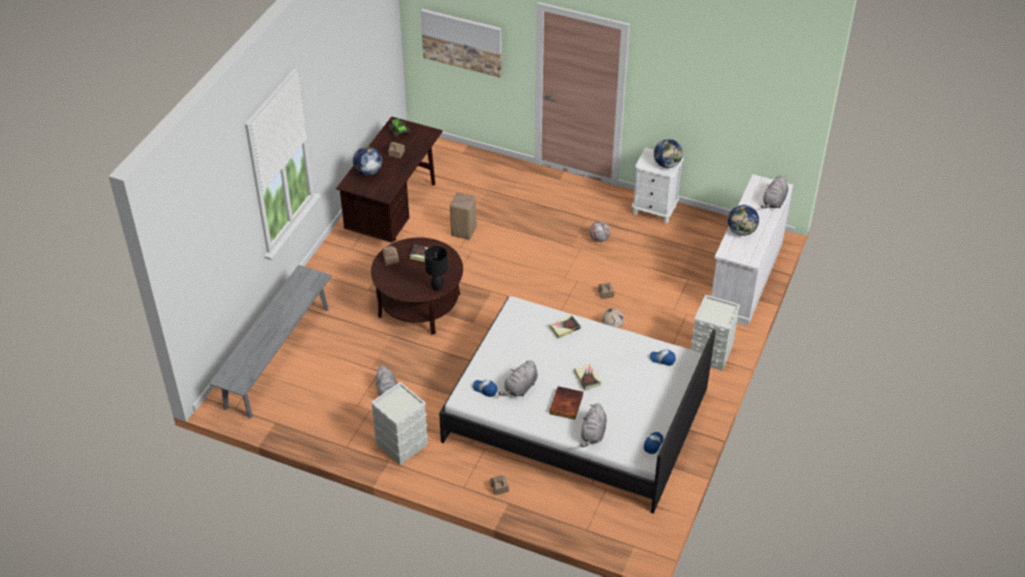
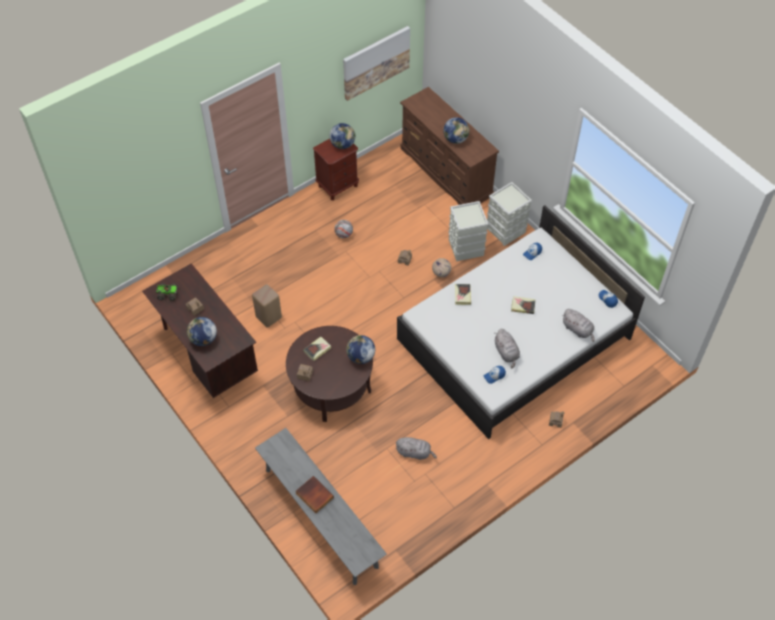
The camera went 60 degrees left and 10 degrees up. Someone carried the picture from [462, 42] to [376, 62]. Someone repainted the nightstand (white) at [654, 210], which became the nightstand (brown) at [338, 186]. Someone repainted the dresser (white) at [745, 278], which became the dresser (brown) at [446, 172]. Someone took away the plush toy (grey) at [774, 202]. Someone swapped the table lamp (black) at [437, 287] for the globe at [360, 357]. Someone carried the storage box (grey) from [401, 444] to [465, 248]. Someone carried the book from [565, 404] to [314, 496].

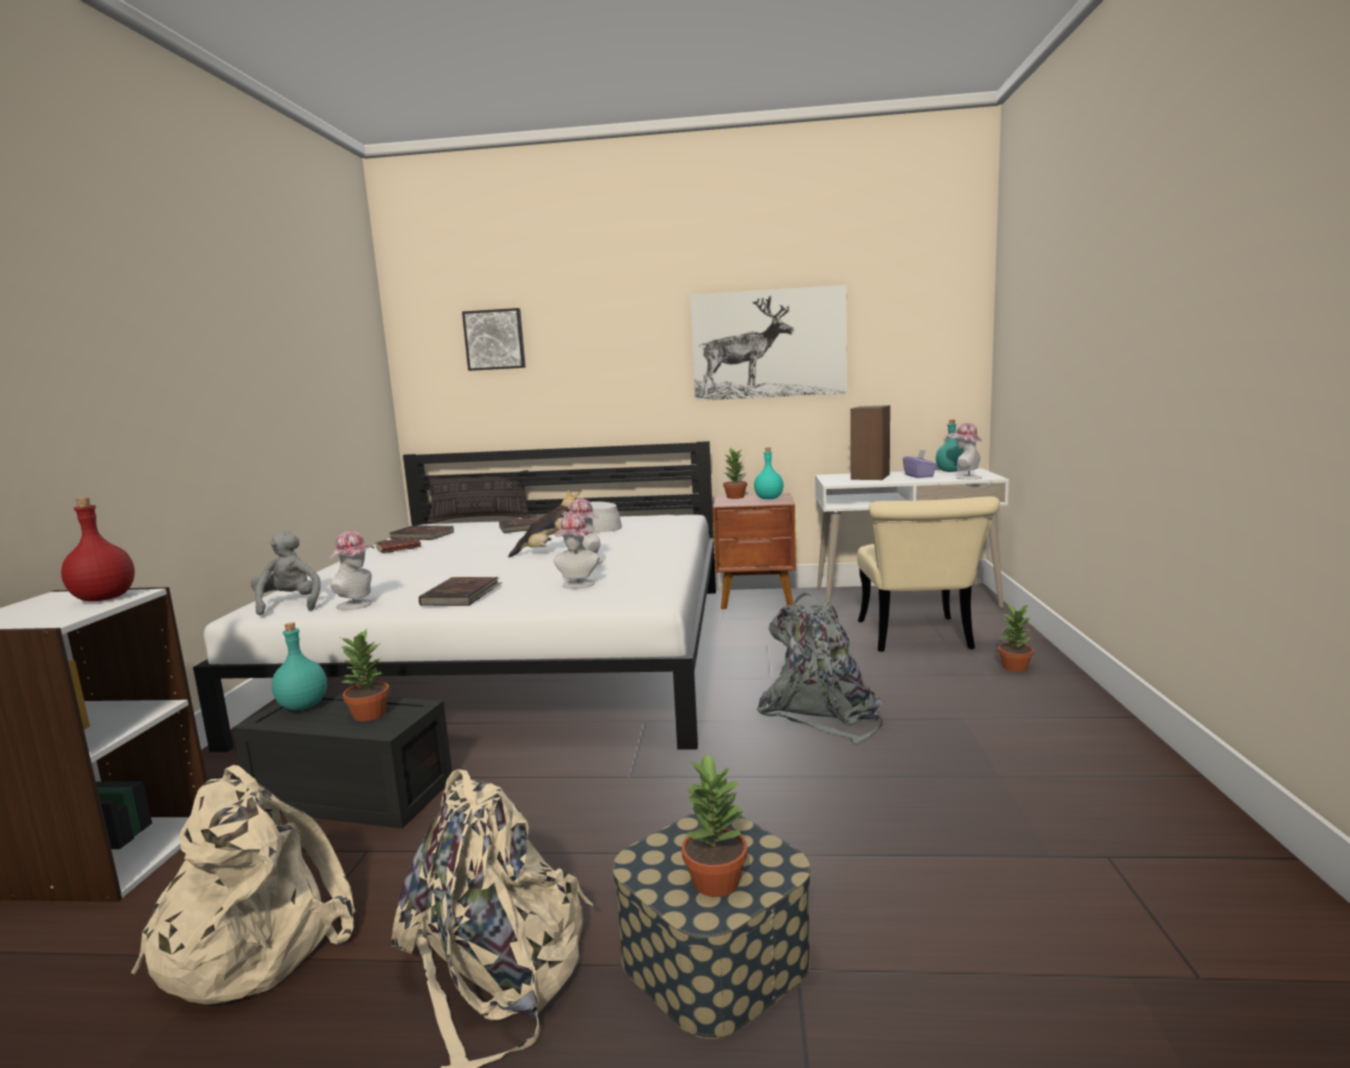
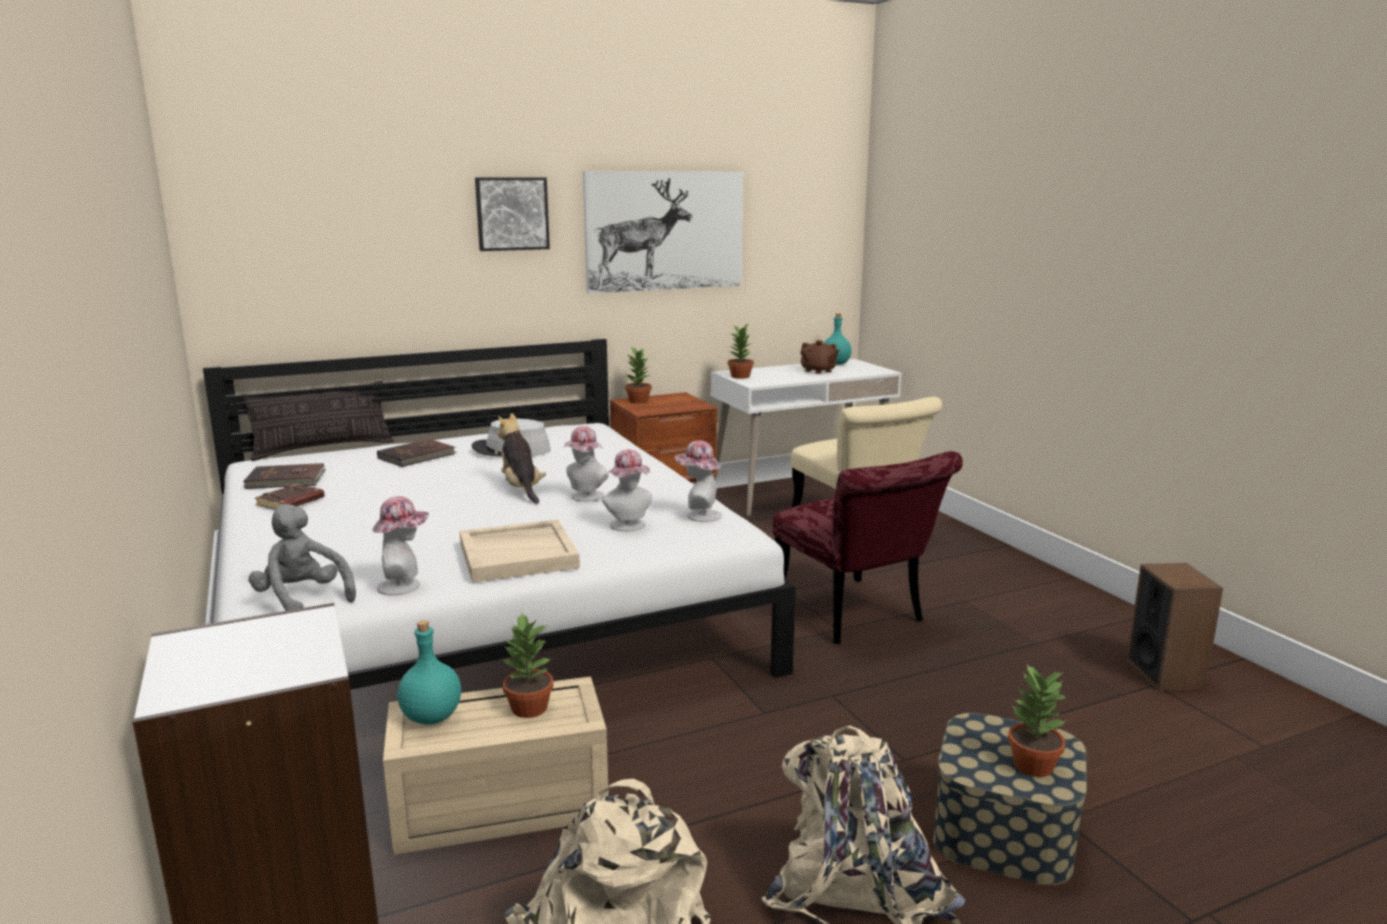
The camera went 30 degrees left and 5 degrees up. Someone carried the picture from [495, 339] to [512, 213]. Someone carried the speaker from [870, 477] to [1165, 673]. Someone carried the hat from [965, 477] to [699, 515]. Someone took away the bottle (turquoise) at [769, 498]. Someone swapped the tissue box (purple) at [919, 476] for the teapot (brown) at [818, 371]. Someone rotated the plush toy at [551, 553] by 75 degrees counterclockwise. Someone took away the bottle (red) at [103, 599]. Someone swapped the book (brown) at [462, 595] for the tray (beige) at [519, 555]. Someone swapped the backpack (grey) at [822, 712] for the chair (red) at [856, 617]. Someone carried the potted plant from [1015, 667] to [740, 376]. Someone repainted the storage box (black) at [348, 795], which became the storage box (beige) at [498, 806].

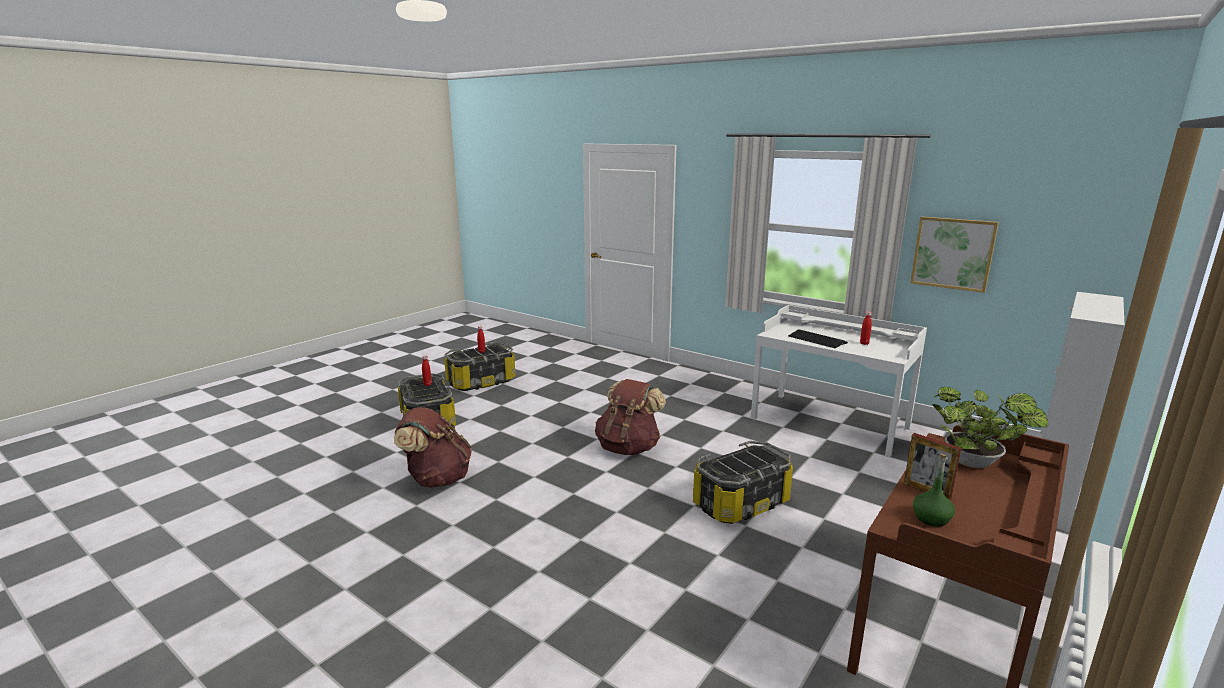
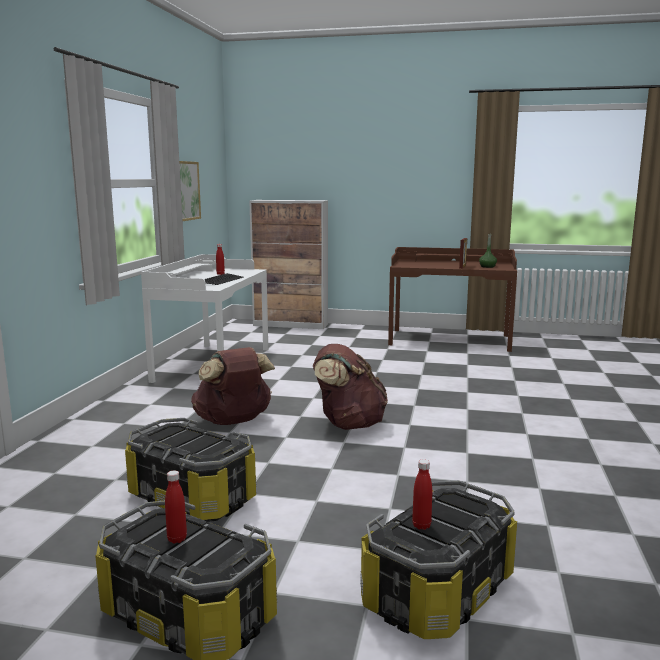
The camera went 115 degrees left and 5 degrees down. Someone took away the potted plant at [976, 463]. Someone carried the backpack (brown) from [436, 479] to [234, 422]. Someone carried the storage box from [740, 503] to [191, 498].

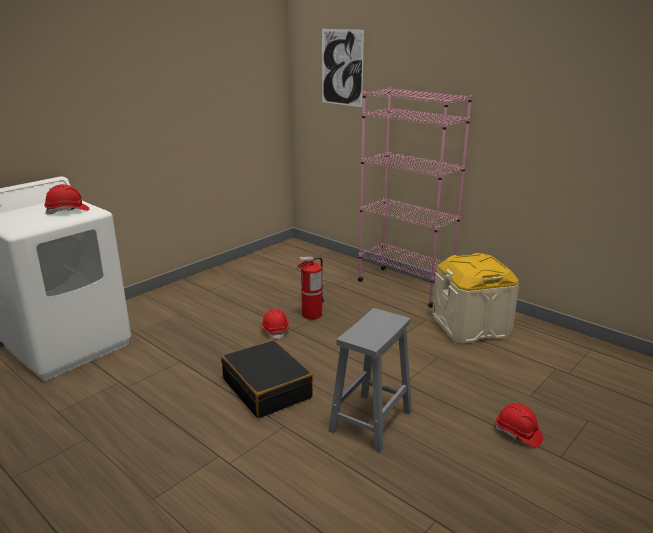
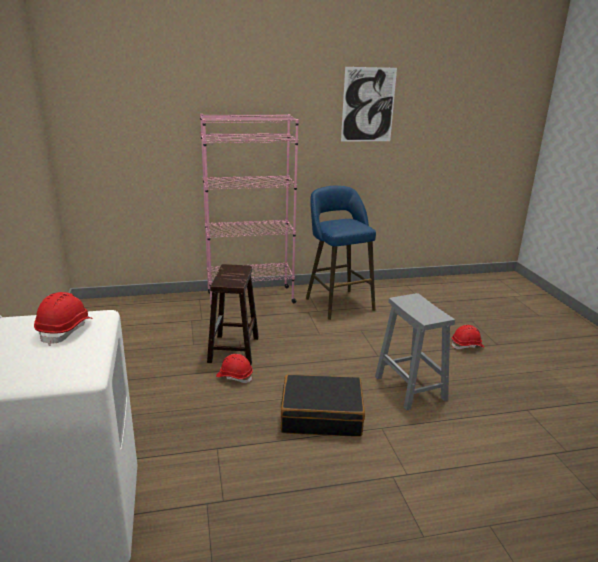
The camera went 55 degrees left and 0 degrees up. Someone carried the picture from [342, 67] to [368, 105]. Someone swapped the storage box (beige) at [471, 326] for the stool (blue) at [337, 302]. Someone swapped the fire extinguisher at [311, 315] for the stool (brown) at [234, 350].

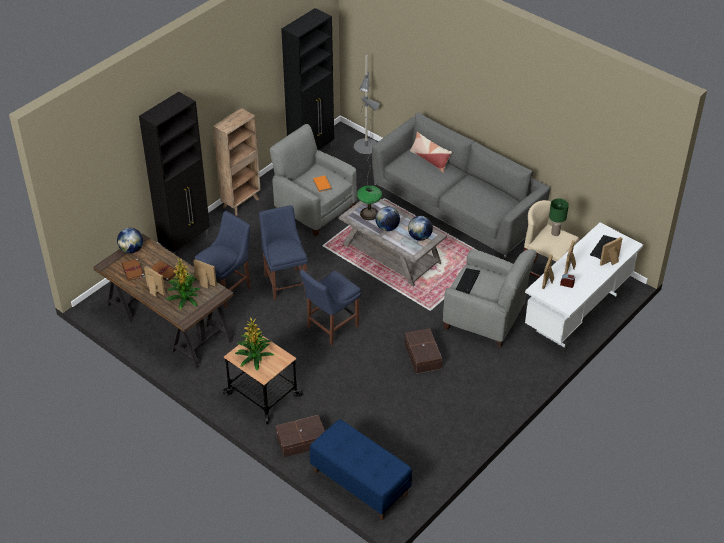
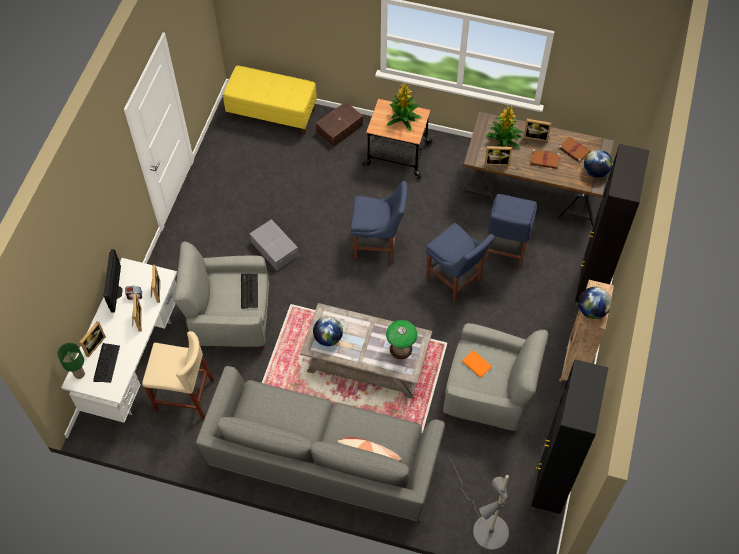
The camera went 155 degrees right and 15 degrees up. Someone carried the table lamp (green) from [555, 233] to [79, 373]. Someone carried the globe from [387, 228] to [592, 310]. Someone rotated the chair (blue) at [330, 327] by 75 degrees clockwise. Someone repainted the storage box (brown) at [422, 356], which became the storage box (grey) at [275, 248]. Someone repainted the bench (blue) at [359, 483], which became the bench (yellow) at [272, 113]. Someone put down the monitor at [115, 292].

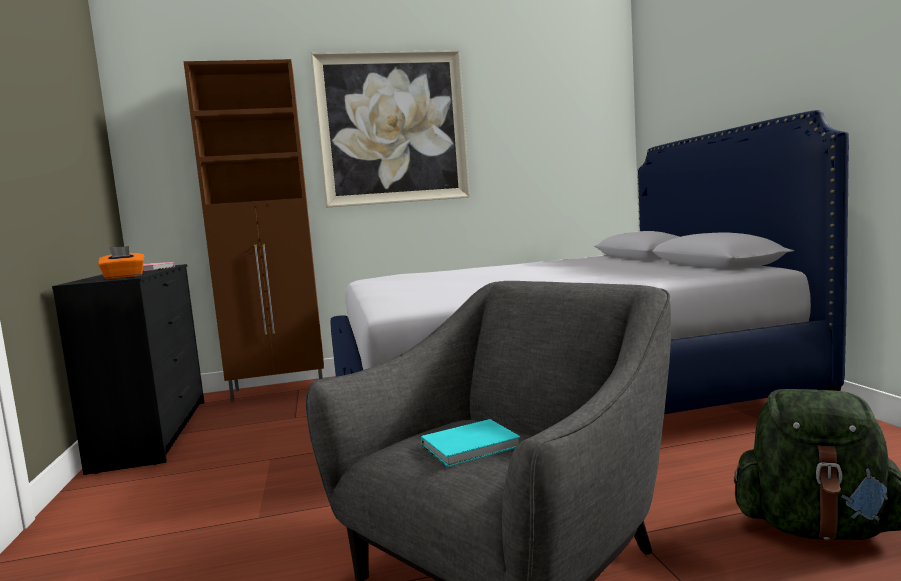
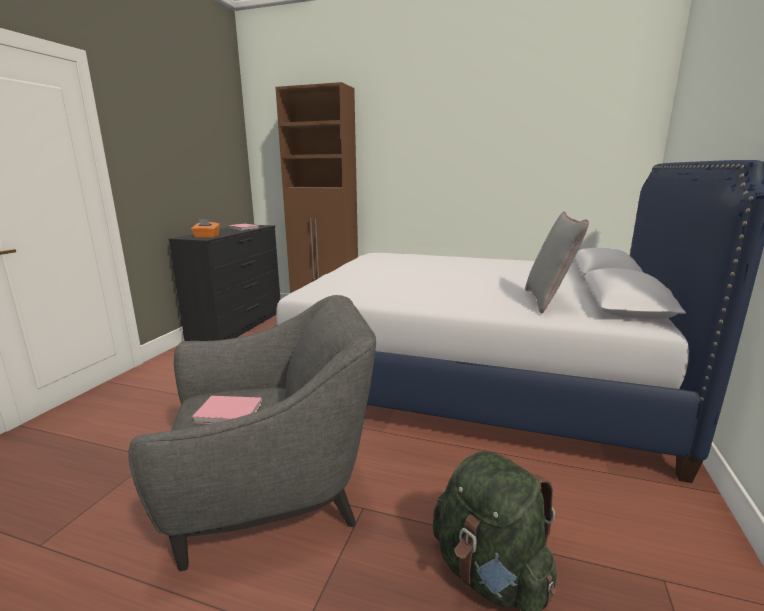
The camera went 30 degrees right and 10 degrees up. Someone took away the picture at [392, 129]. Someone repainted the book (turquoise) at [473, 446], which became the book (pink) at [230, 413]. Someone put down the pillow (grey) at [548, 301].

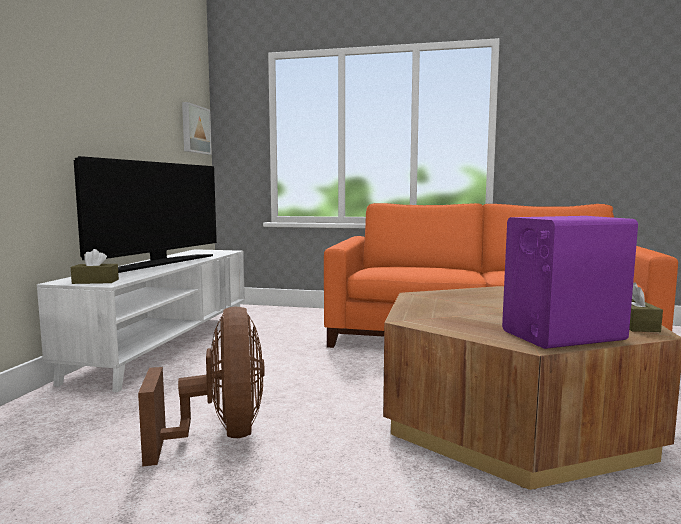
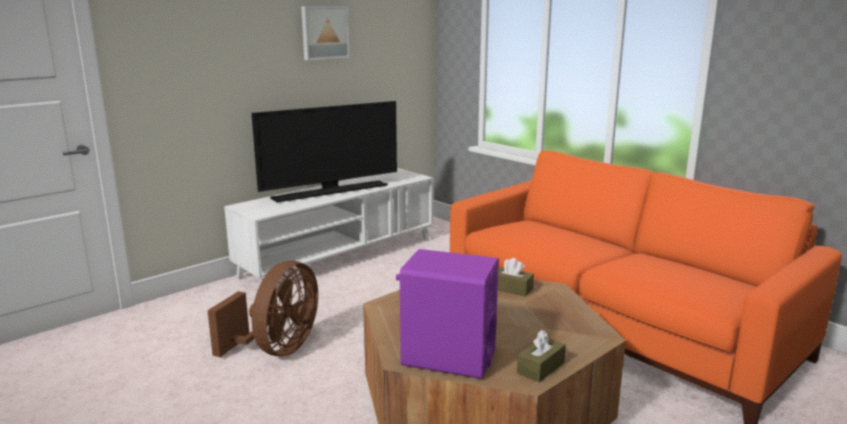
The camera went 35 degrees right and 10 degrees up. Someone carried the picture from [194, 129] to [324, 32]. Someone carried the tissue box (brown) from [95, 281] to [511, 288].

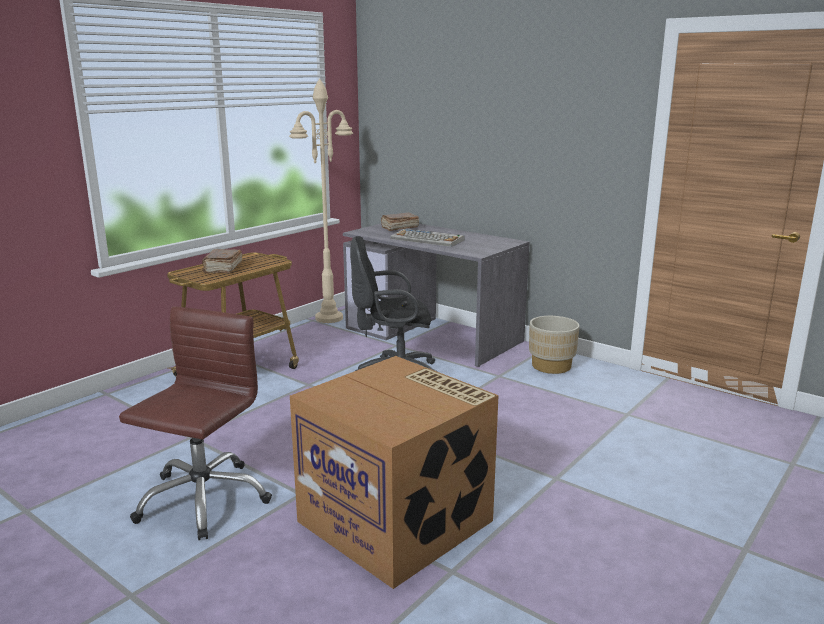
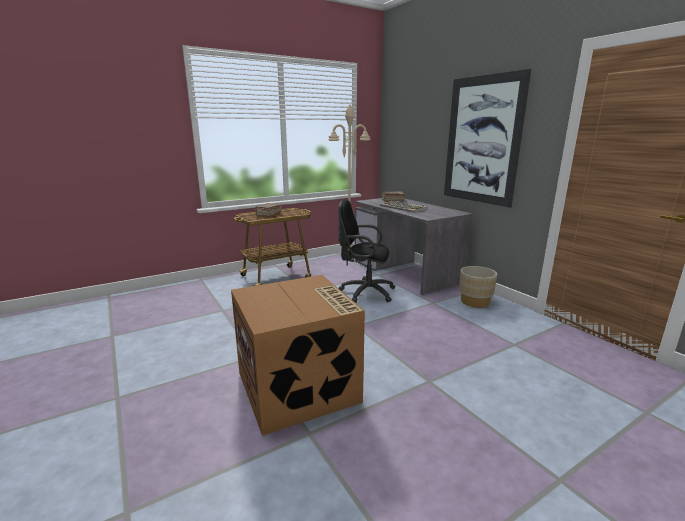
The camera went 20 degrees right and 0 degrees up. Someone took away the office chair (brown) at [202, 499]. Someone put up the picture at [482, 140].

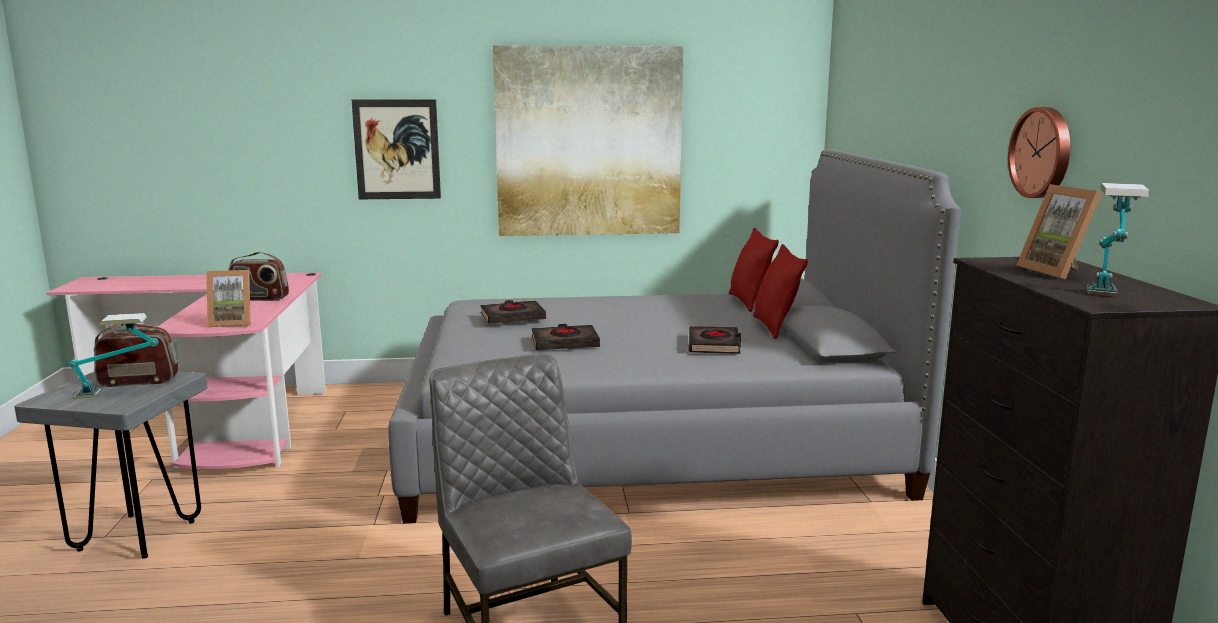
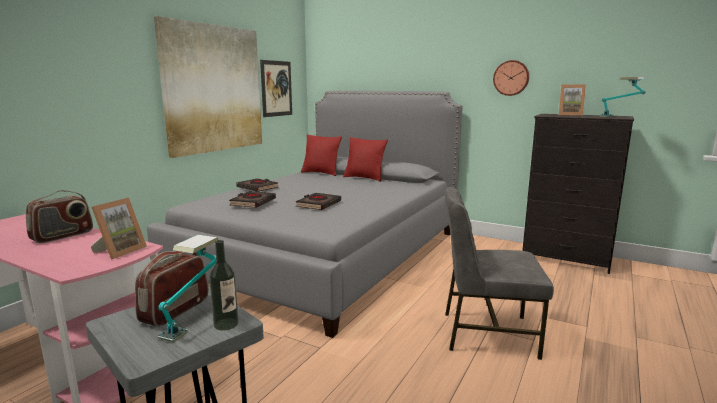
The camera went 55 degrees left and 0 degrees up. Someone carried the picture from [397, 149] to [276, 88]. Someone carried the book (black) from [714, 345] to [257, 188]. Someone put down the bottle at [226, 324].

